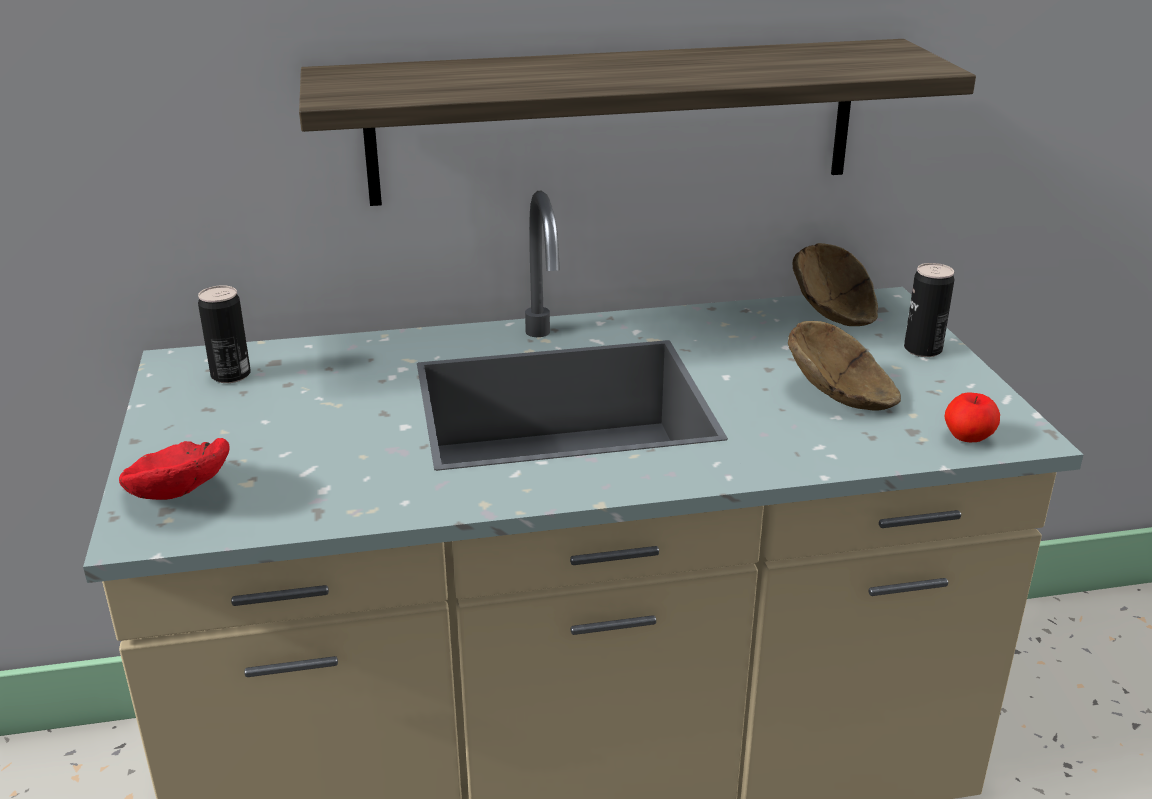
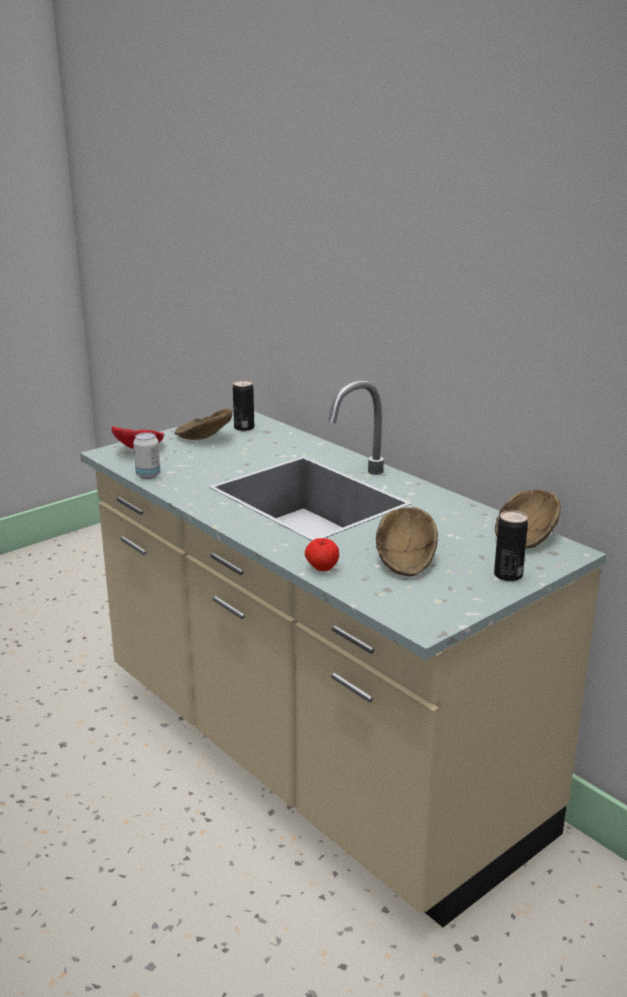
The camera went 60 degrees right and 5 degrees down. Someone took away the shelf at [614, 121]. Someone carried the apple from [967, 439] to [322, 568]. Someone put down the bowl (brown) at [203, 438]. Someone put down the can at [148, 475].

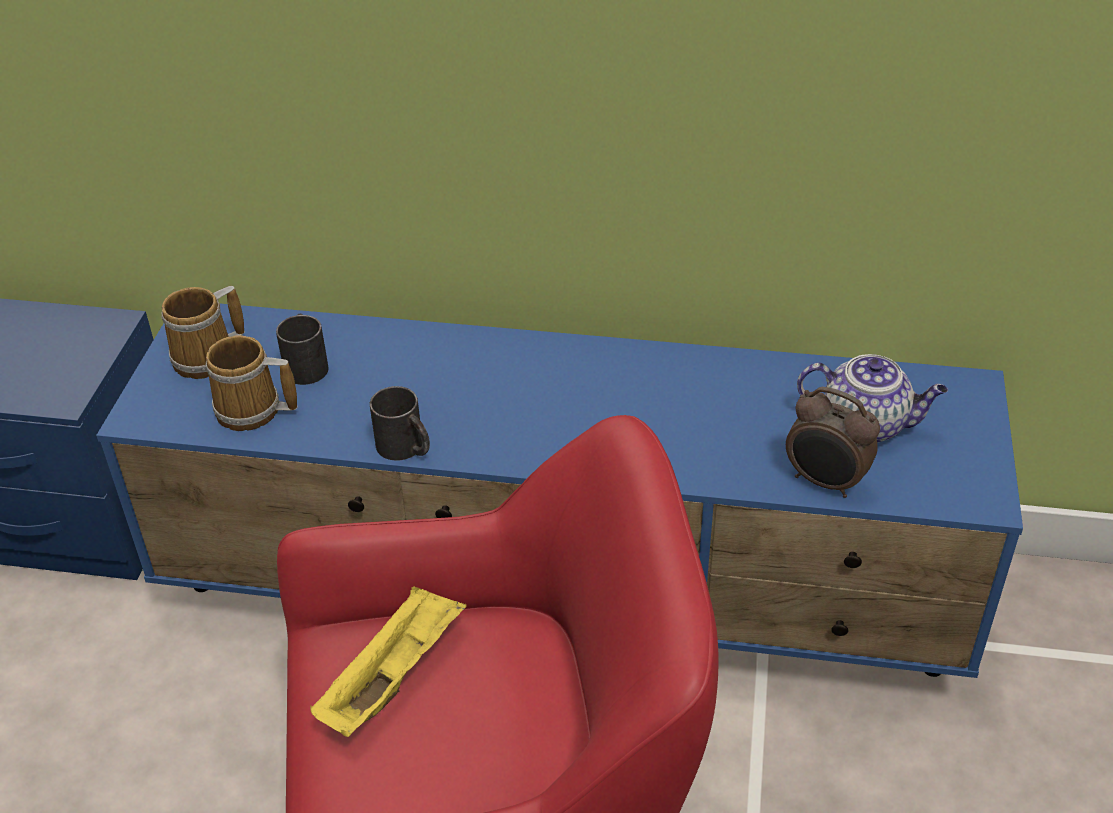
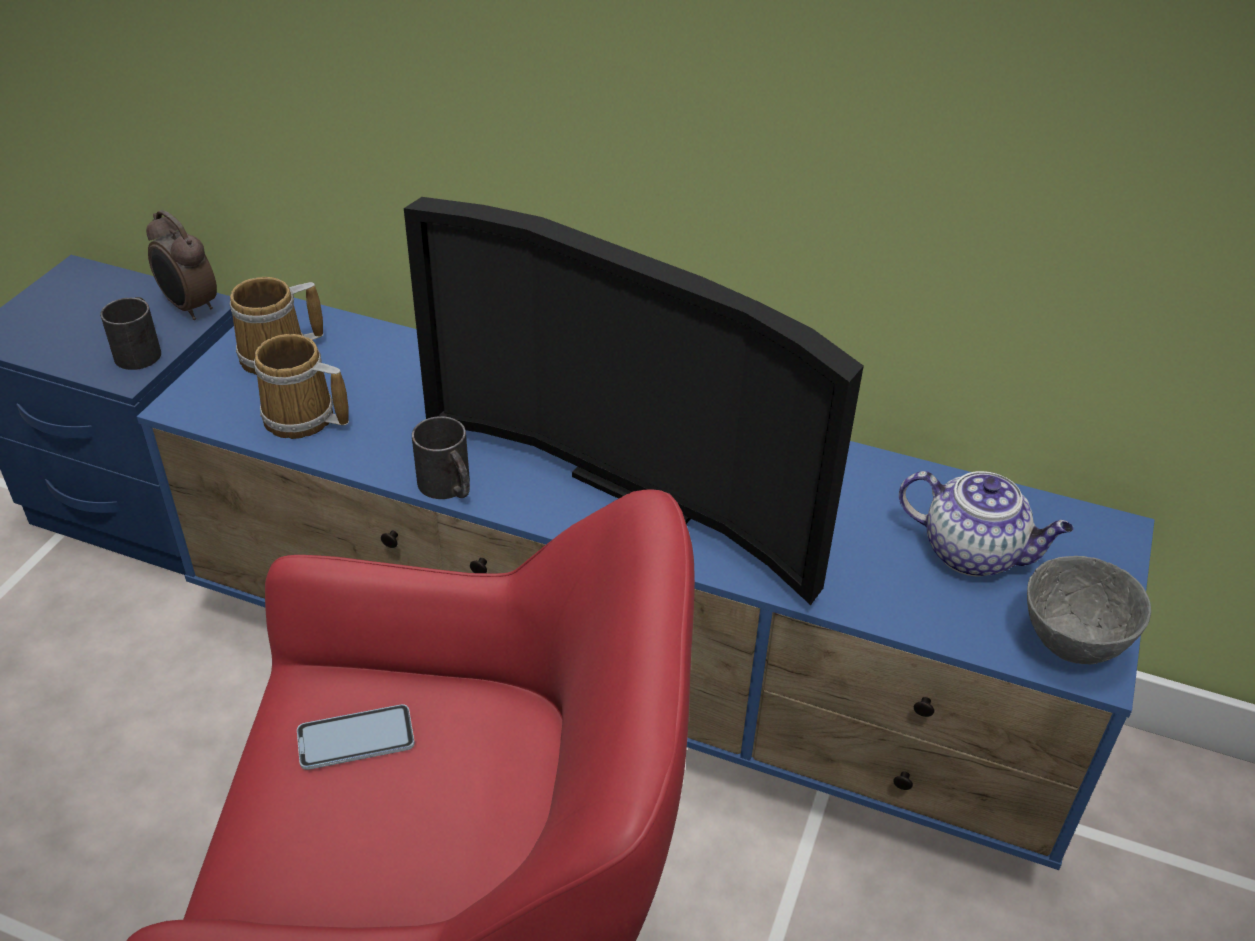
The camera went 10 degrees right and 0 degrees up. Someone carried the mug (black) from [306, 364] to [141, 350]. Someone carried the alarm clock from [825, 482] to [189, 307]. Someone swapped the tray (yellow) at [393, 676] for the phone at [356, 739]. Someone put down the television at [644, 479]. Someone put down the bowl (grey) at [1073, 646].

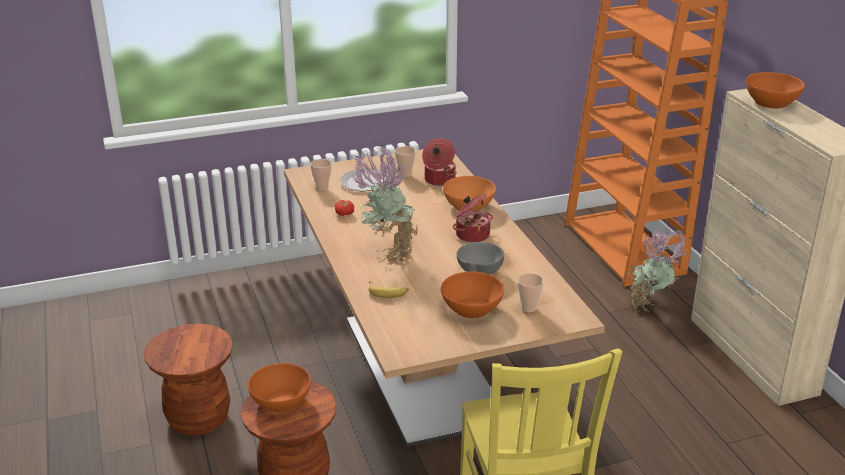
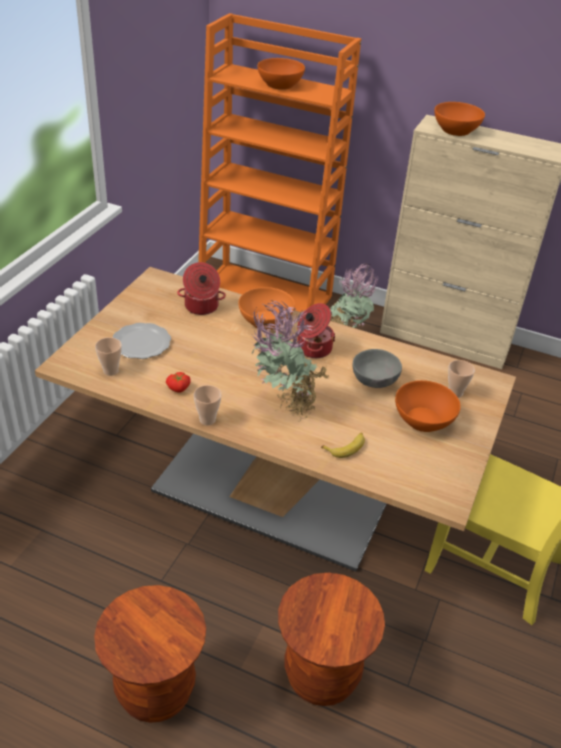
The camera went 50 degrees left and 10 degrees up. Someone carried the cup from [405, 174] to [207, 420]. Someone carried the bowl (orange) from [280, 401] to [279, 84].

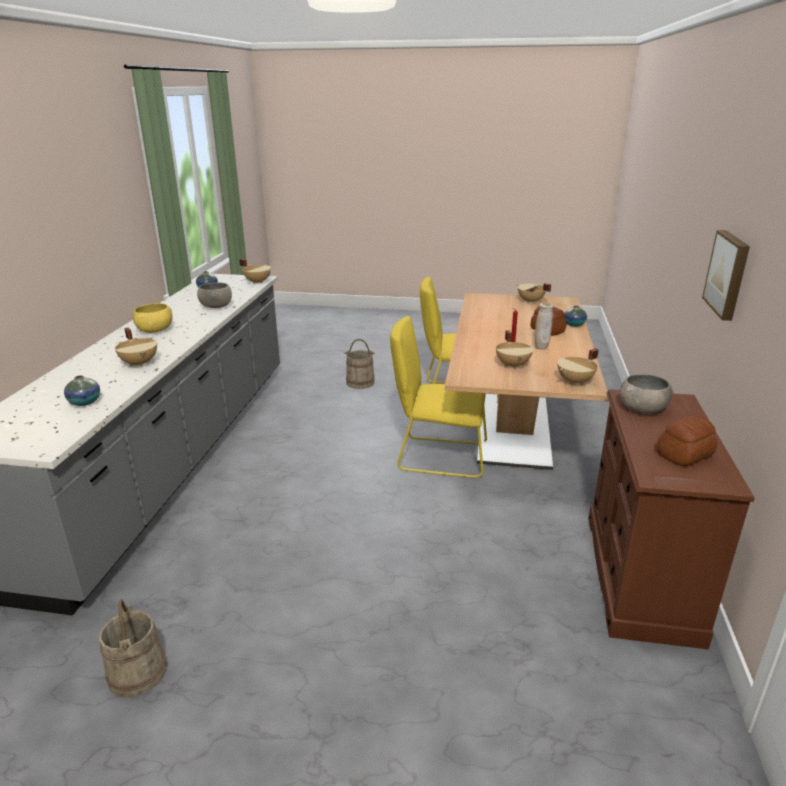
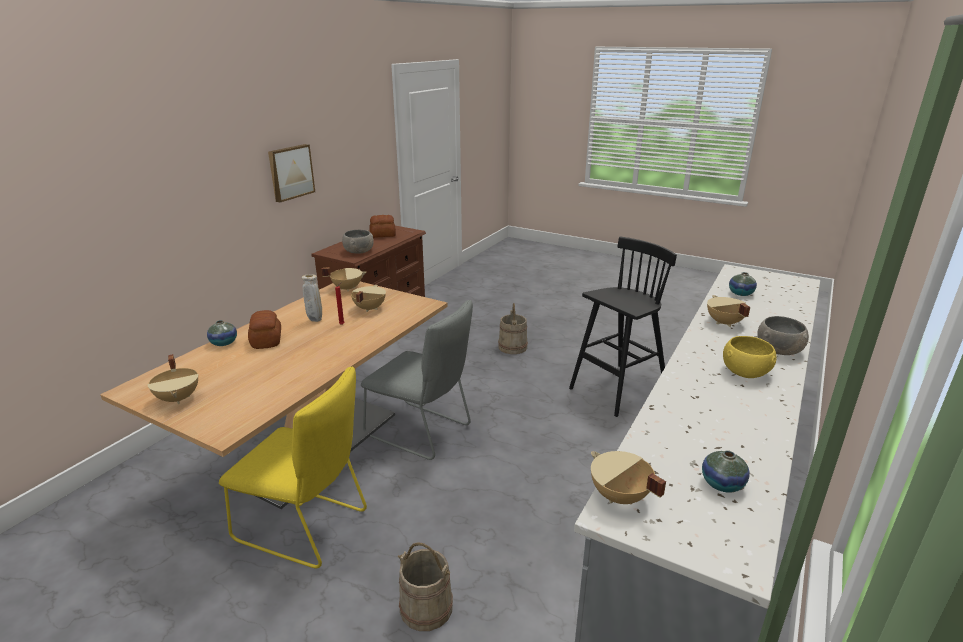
The camera went 160 degrees left and 0 degrees up. Someone carried the bowl (grey) from [216, 306] to [778, 350]. Someone repainted the chair (yellow) at [438, 456], which became the chair (grey) at [422, 432]. Someone carried the bucket (beige) from [137, 673] to [513, 347]. Someone put down the stool (black) at [617, 390].

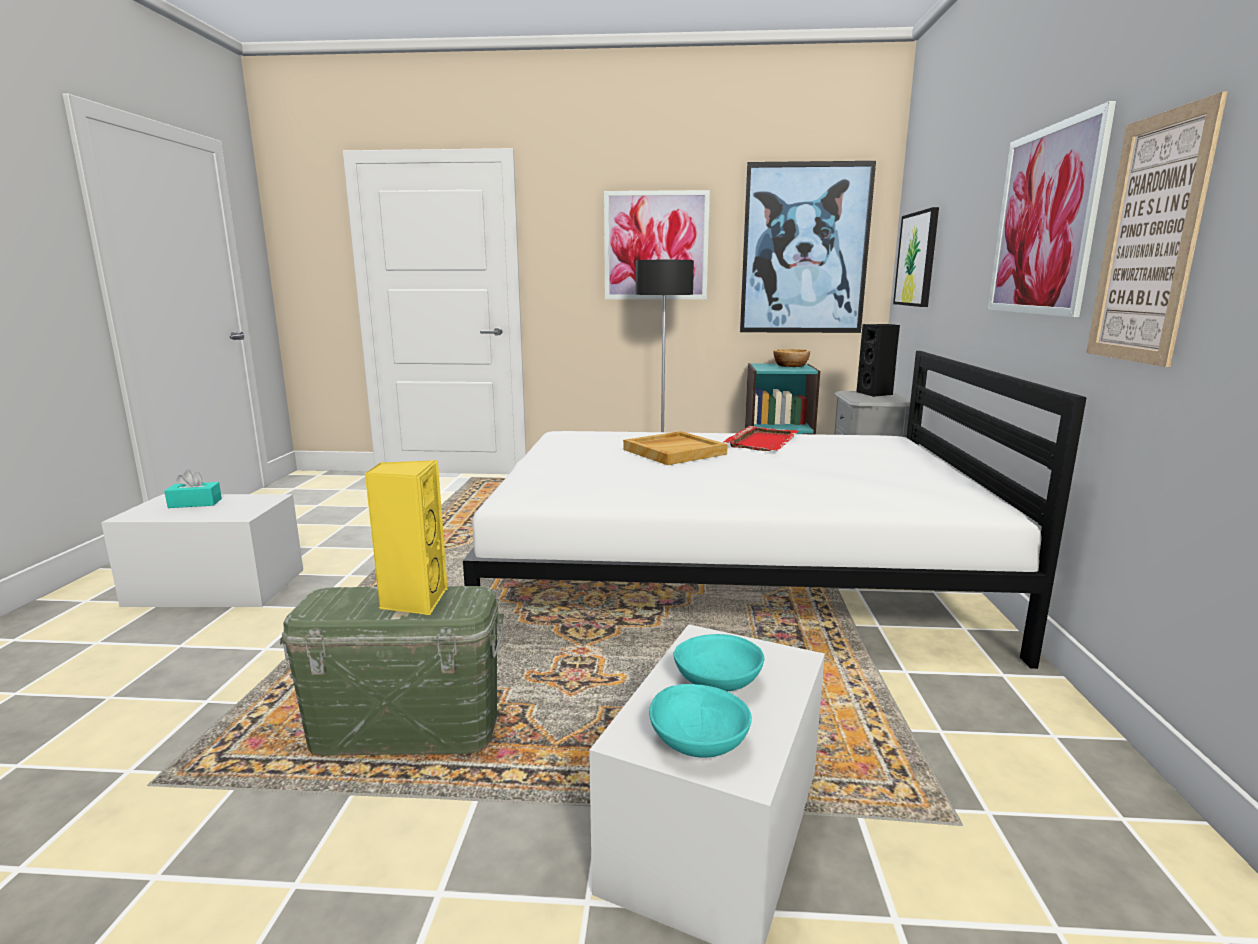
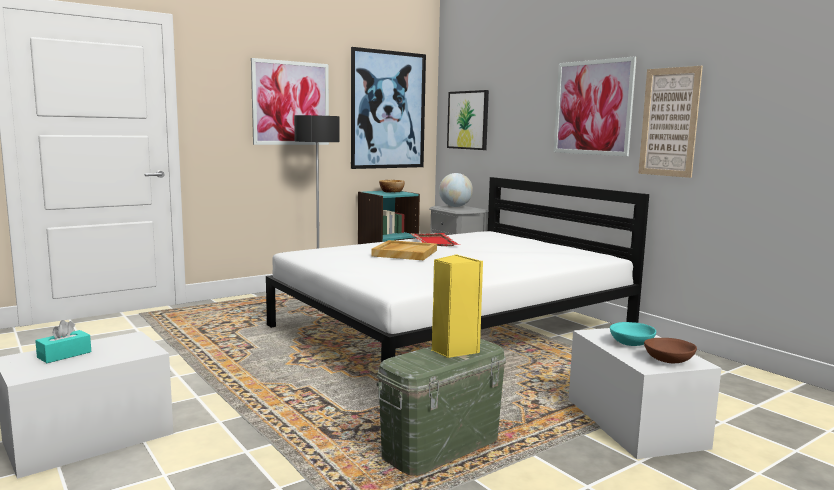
The camera went 40 degrees left and 5 degrees down. Someone swapped the speaker (black) at [875, 394] for the globe at [455, 206]. Someone repainted the bowl (turquoise) at [697, 743], which became the bowl (brown) at [669, 361].

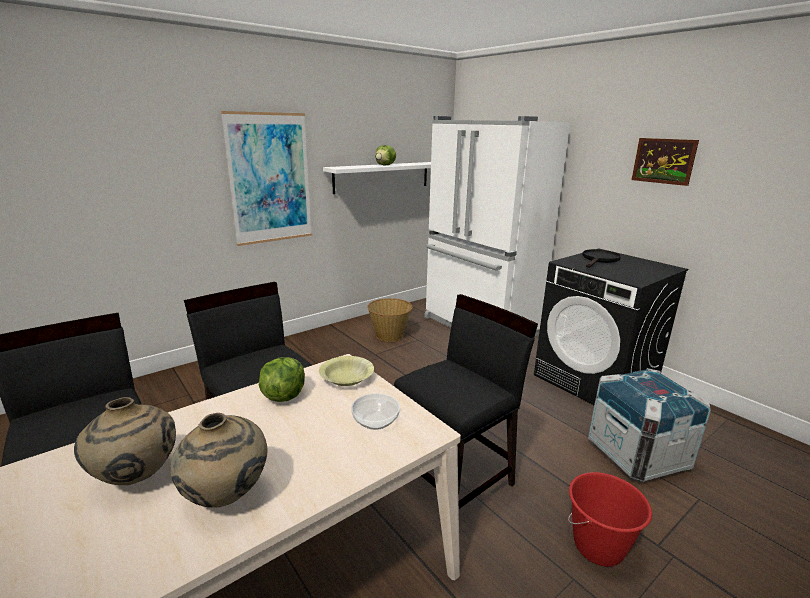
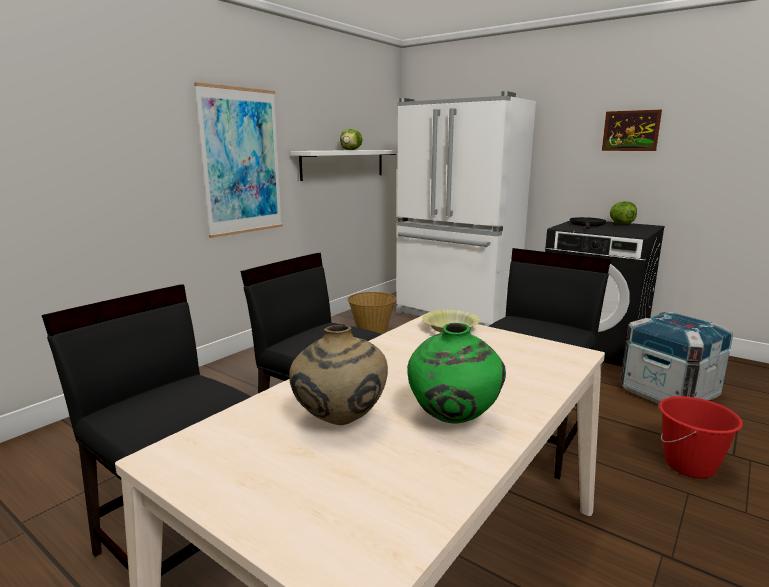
The camera went 15 degrees left and 5 degrees down. Someone carried the lettuce from [284, 395] to [621, 224]. Someone took away the bowl at [376, 421]. Someone repainted the vase (beige) at [227, 497], which became the vase (green) at [454, 420].

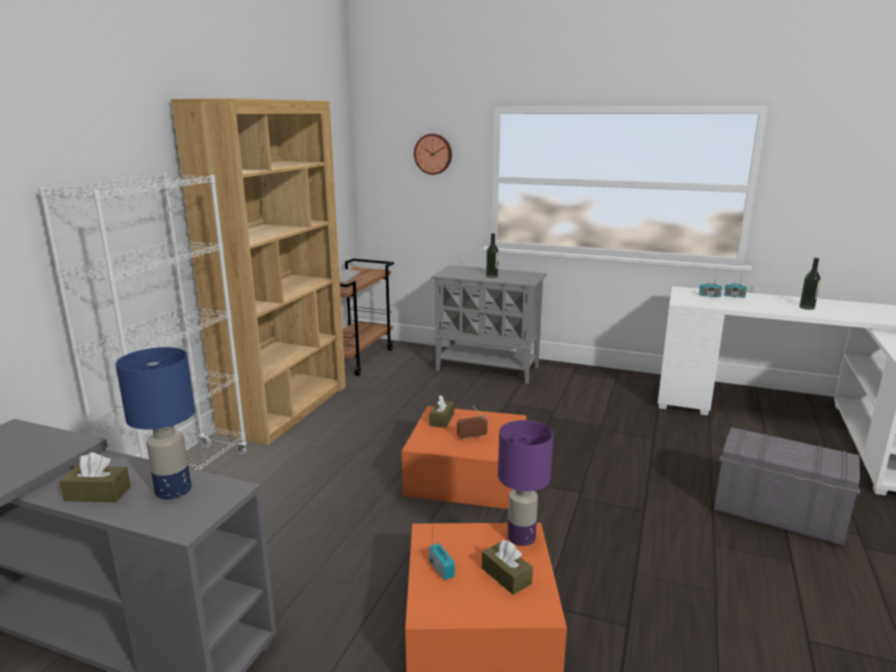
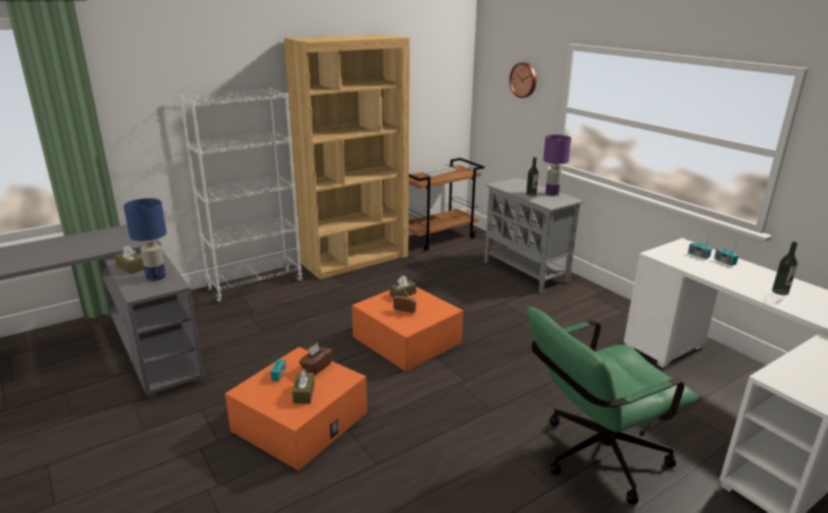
The camera went 35 degrees right and 5 degrees up. Someone carried the table lamp (purple) from [521, 538] to [551, 193]. Someone swapped the storage box (grey) at [777, 515] for the office chair (green) at [593, 458]. Someone put down the tissue box (brown) at [316, 367].

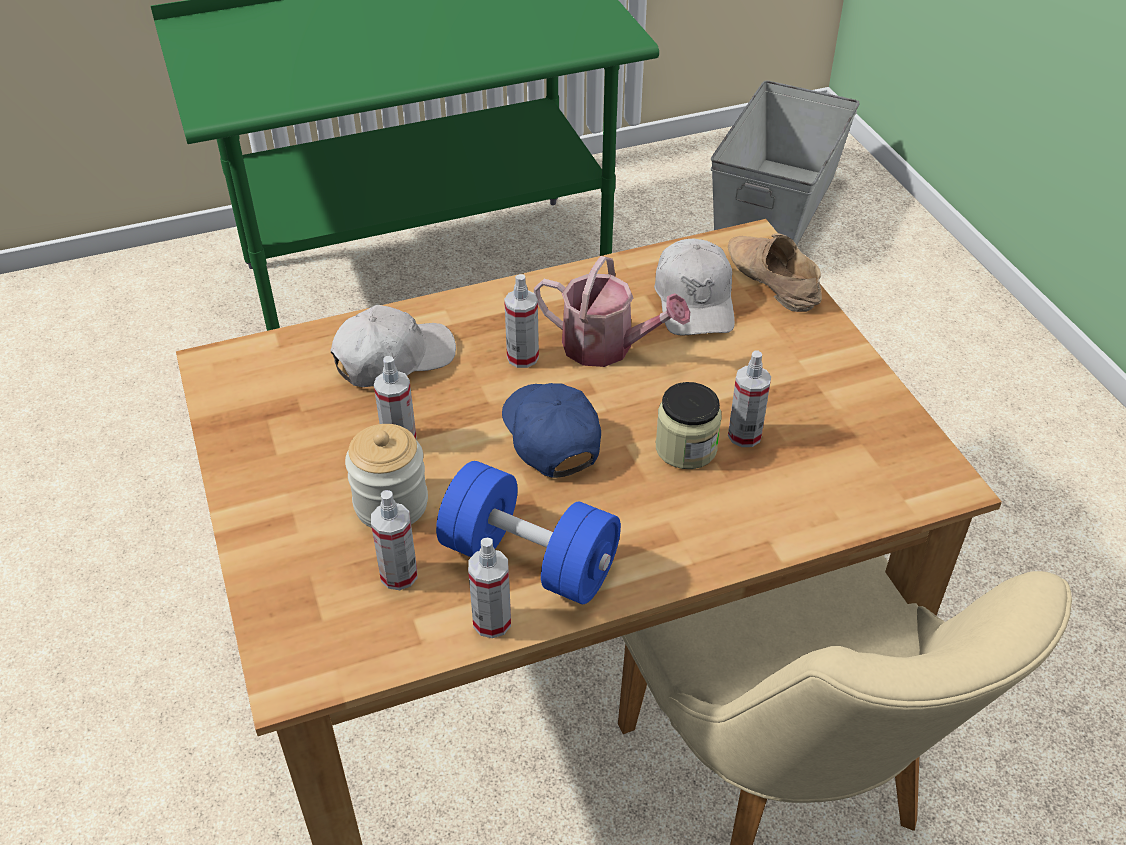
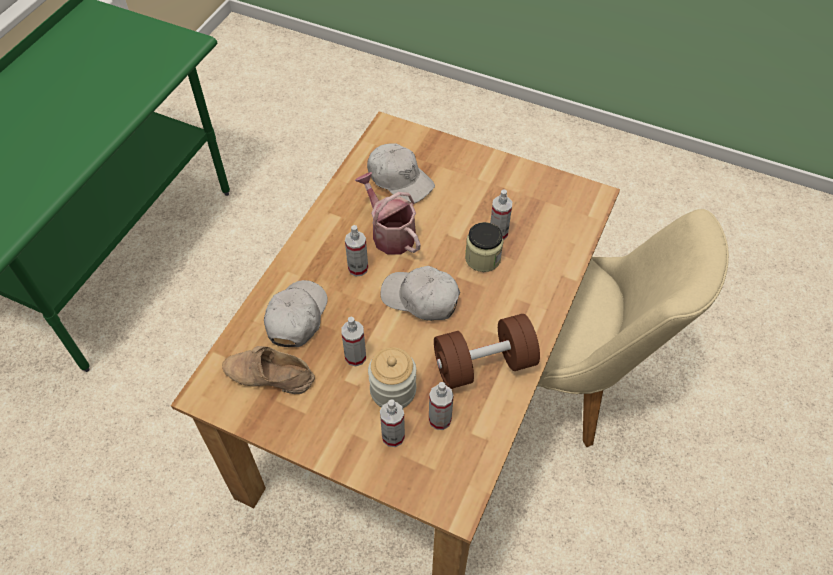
The camera went 45 degrees left and 10 degrees up. Someone took away the storage box (grey) at [777, 207]. Someone carried the shoe (beige) from [770, 279] to [268, 377]. Someone rotated the watering can at [607, 347] by 105 degrees counterclockwise. Someone repainted the cap (blue) at [551, 436], which became the cap (white) at [421, 298]. Someone repainted the dumbbell (blue) at [529, 560], which became the dumbbell (brown) at [484, 364]. Someone carried the spray bottle from [492, 622] to [393, 436].

